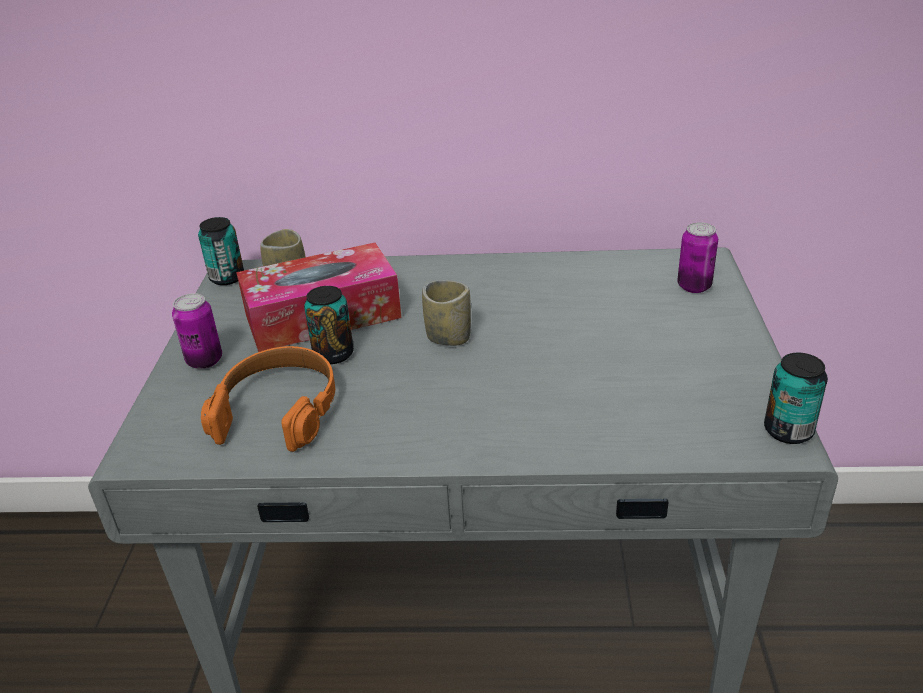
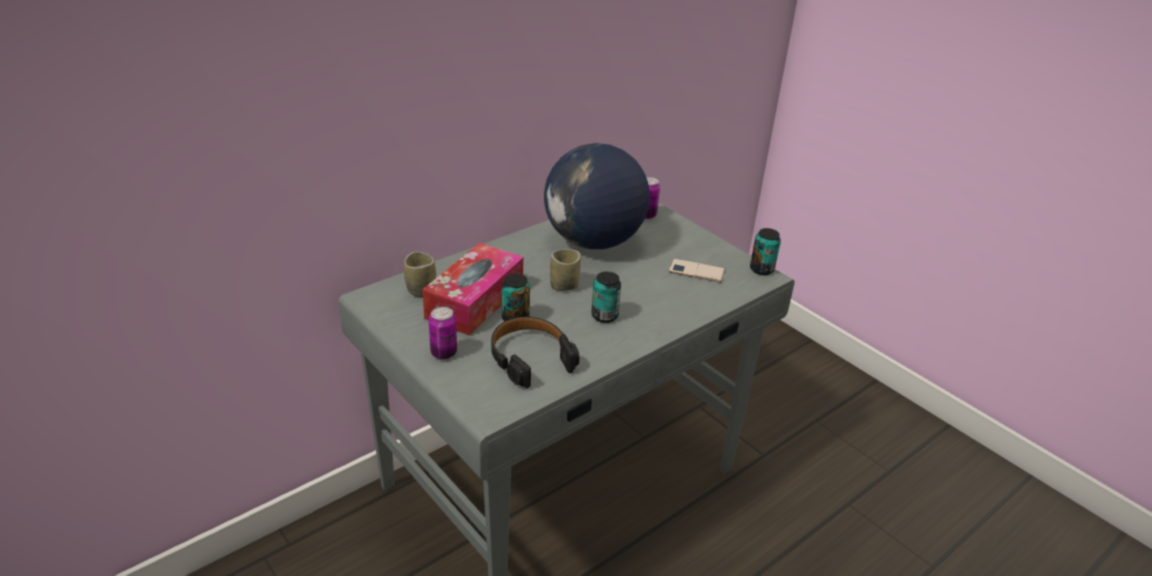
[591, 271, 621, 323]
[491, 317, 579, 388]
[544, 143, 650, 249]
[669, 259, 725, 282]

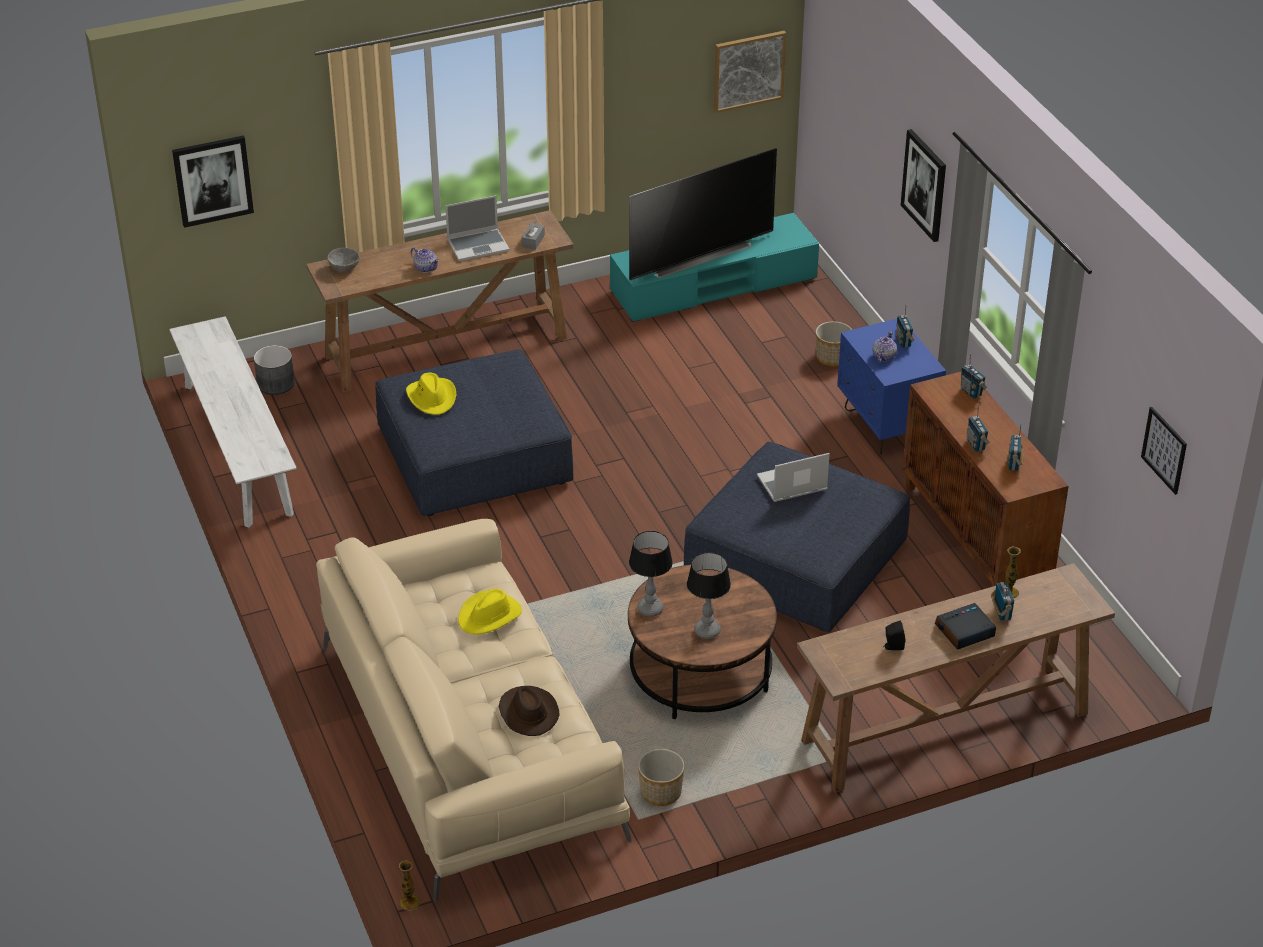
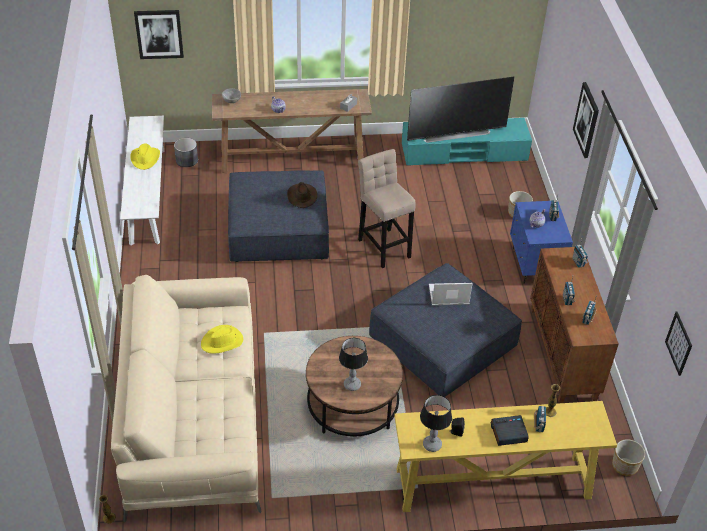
[714, 31, 786, 113] (first image)
[445, 196, 510, 261] (first image)
[130, 144, 160, 170]
[420, 395, 452, 452]
[394, 401, 617, 512]
[287, 182, 317, 208]
[612, 439, 645, 476]
[358, 149, 416, 268]

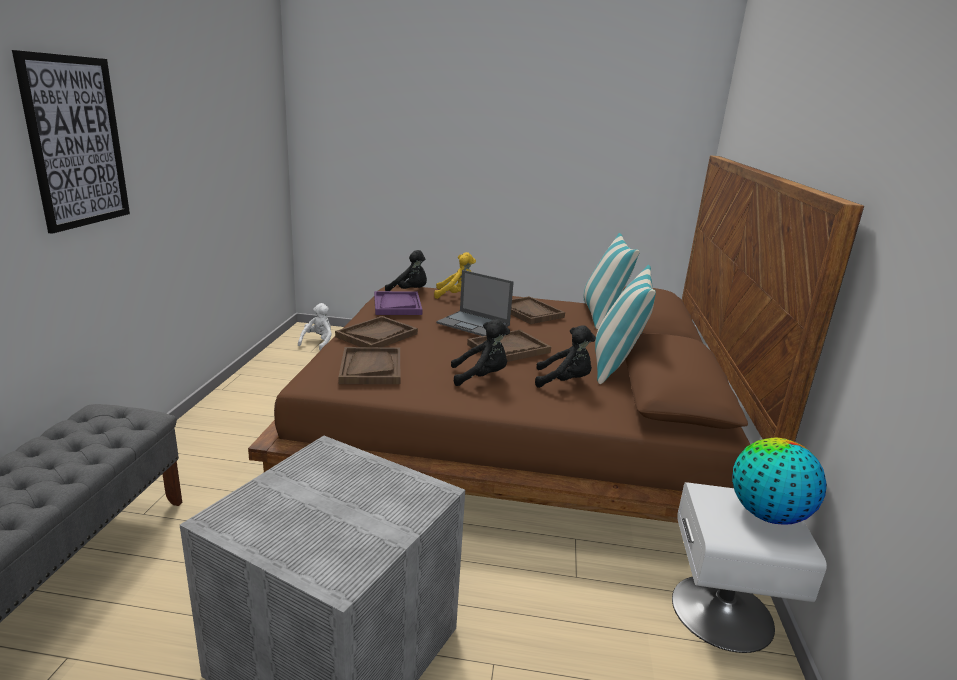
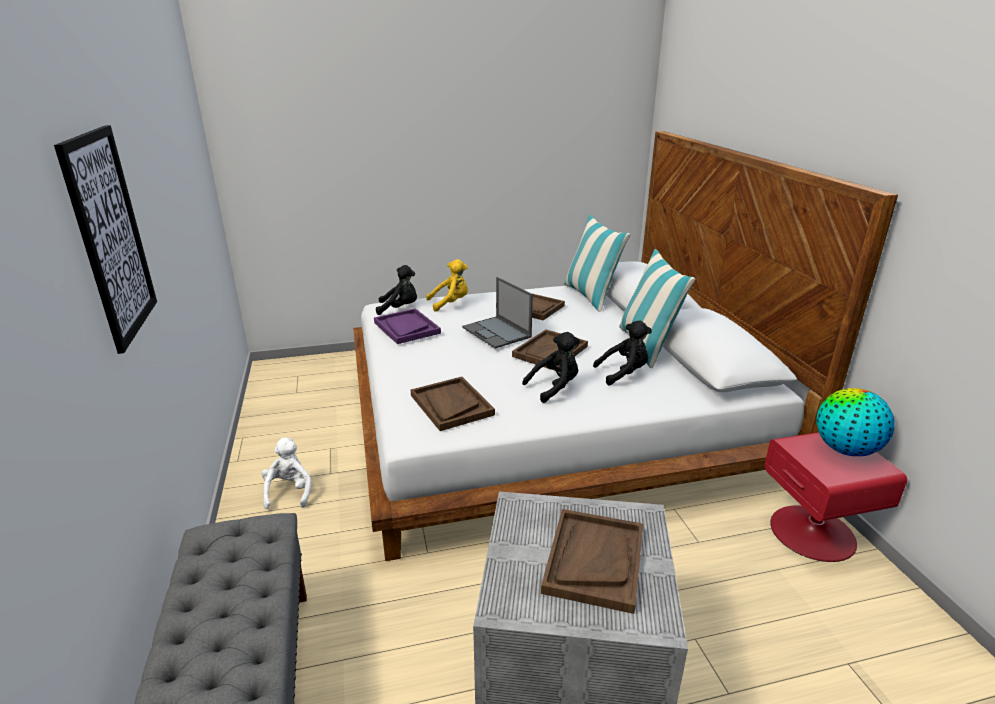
[353, 131, 898, 561]
[462, 277, 533, 349]
[261, 438, 311, 509]
[541, 509, 643, 614]
[765, 432, 907, 562]

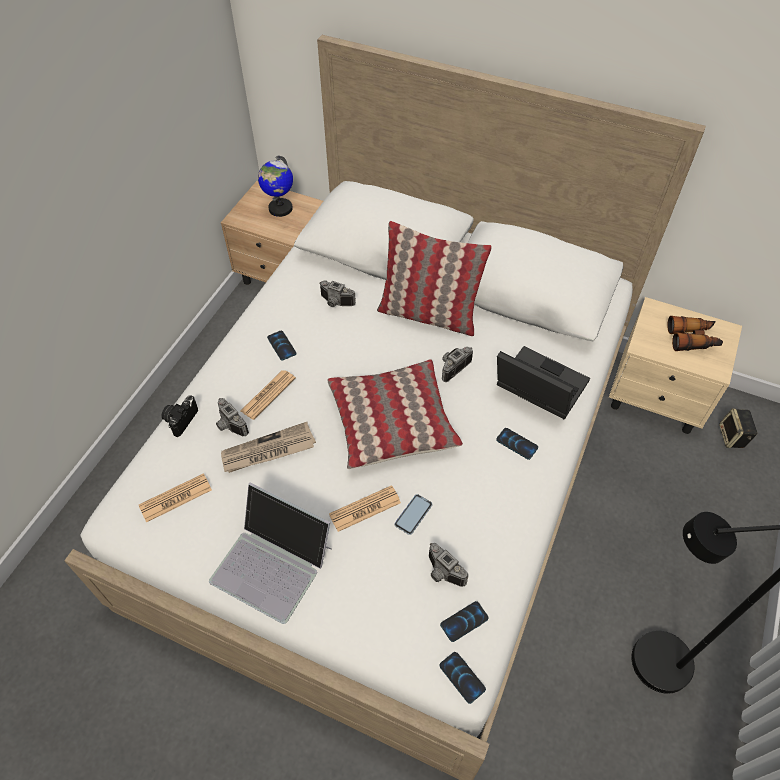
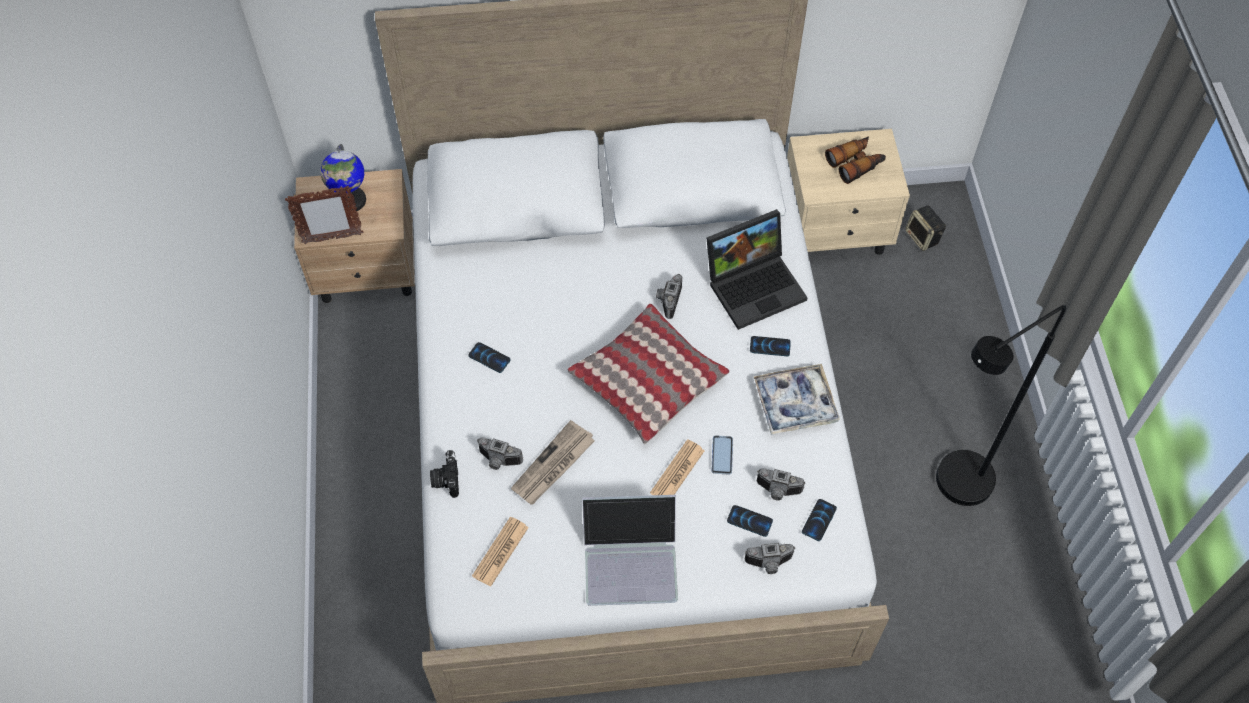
[377, 221, 492, 336] (first image)
[745, 543, 795, 574]
[707, 209, 807, 330]
[241, 370, 296, 420] (first image)
[727, 505, 773, 537]
[285, 186, 364, 244]
[754, 364, 840, 435]

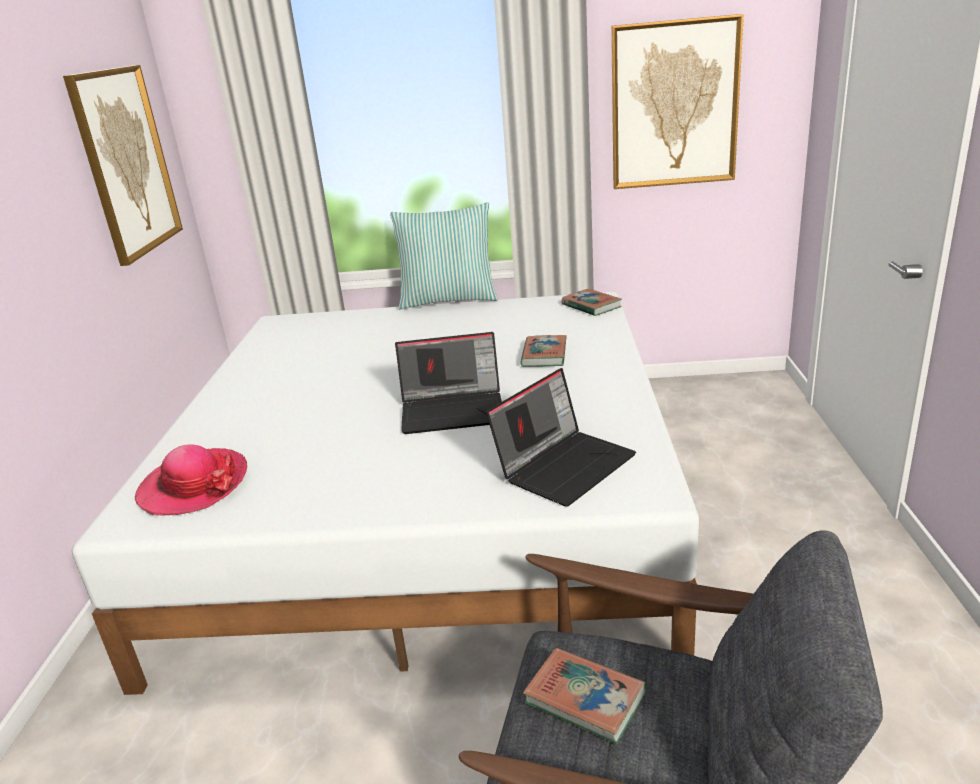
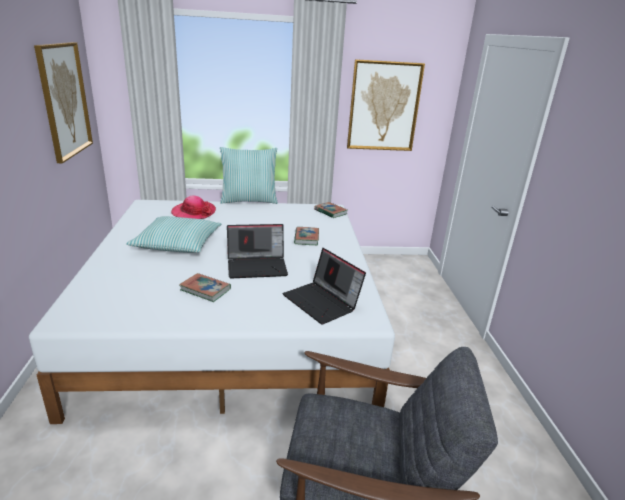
[283, 248, 366, 324]
[171, 196, 216, 219]
[179, 273, 231, 302]
[126, 216, 222, 253]

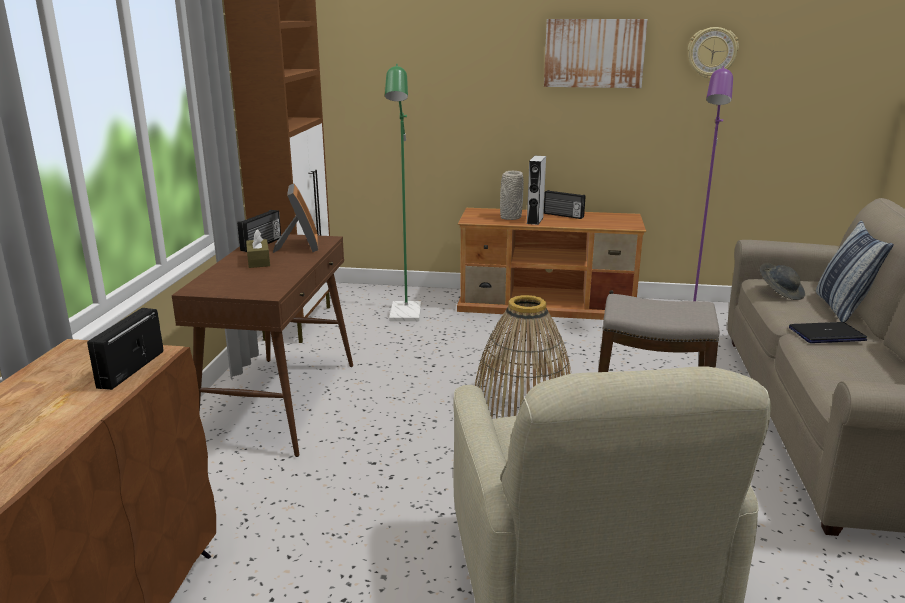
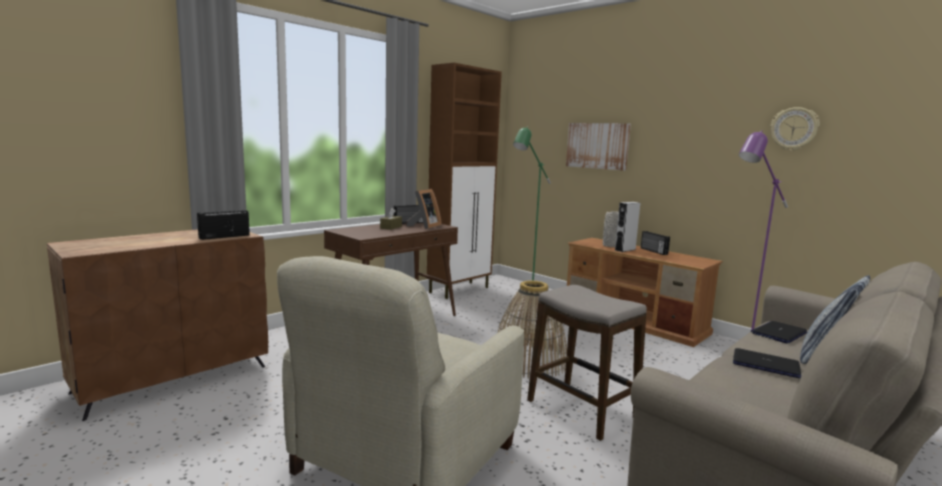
[566, 123, 631, 171]
[751, 321, 807, 343]

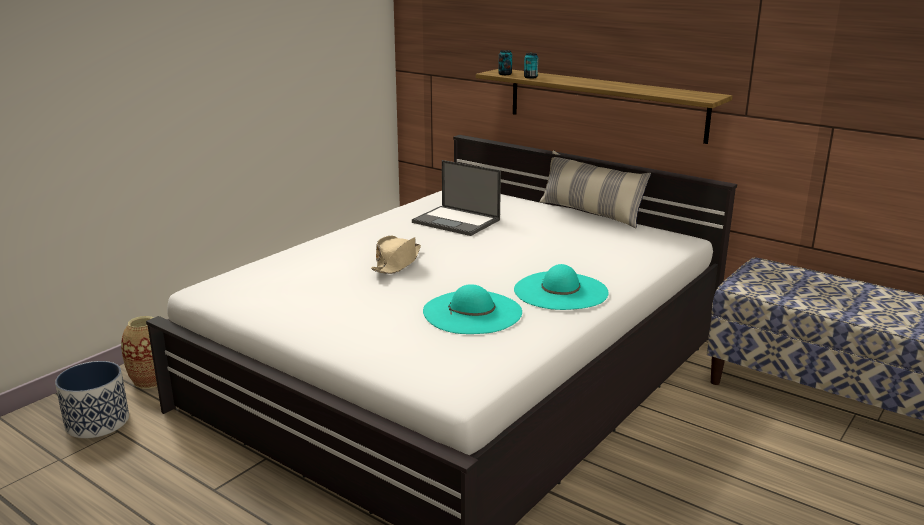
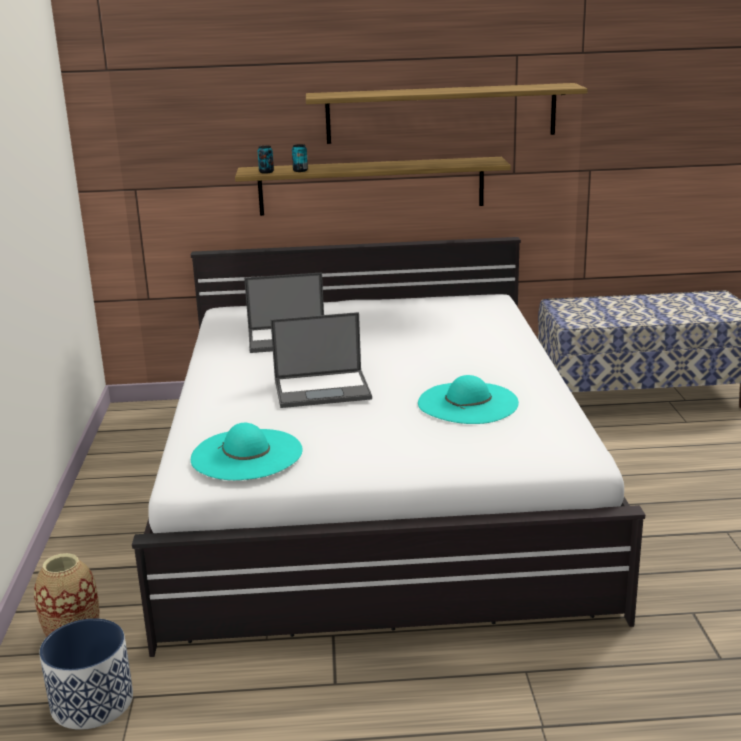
[539, 150, 651, 228] (first image)
[271, 312, 372, 408]
[191, 423, 303, 480]
[306, 83, 588, 144]

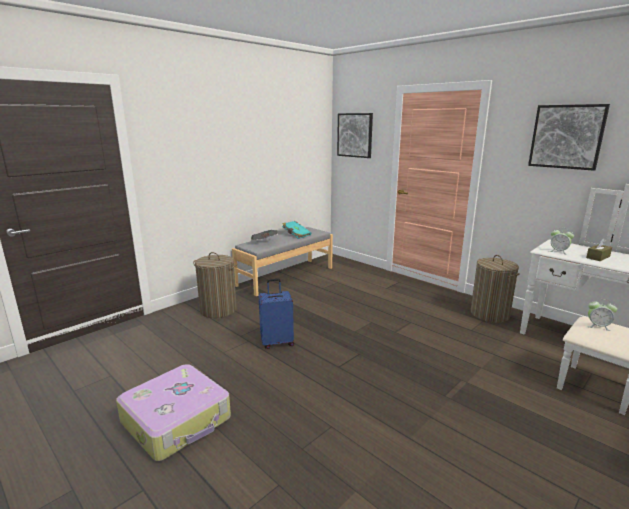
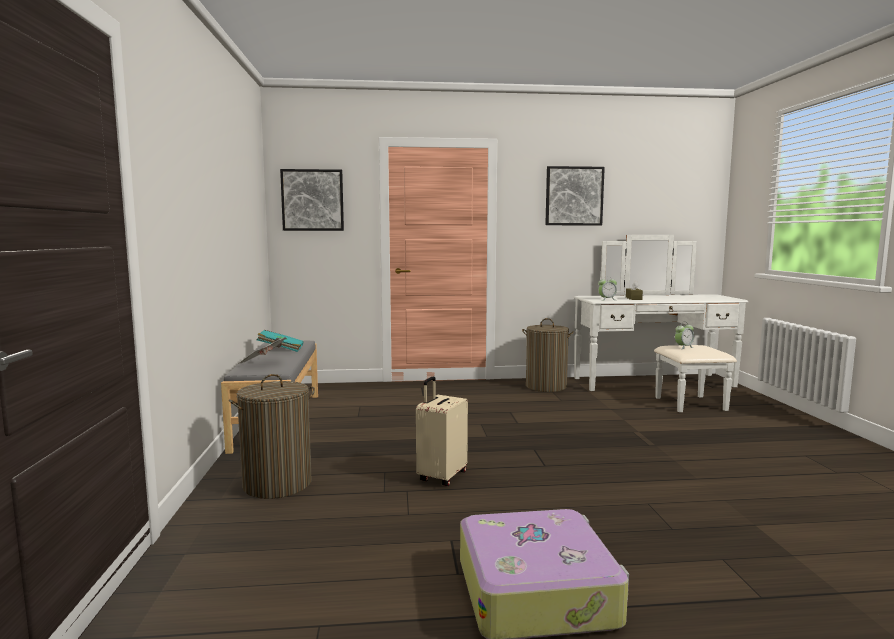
[416, 376, 468, 486]

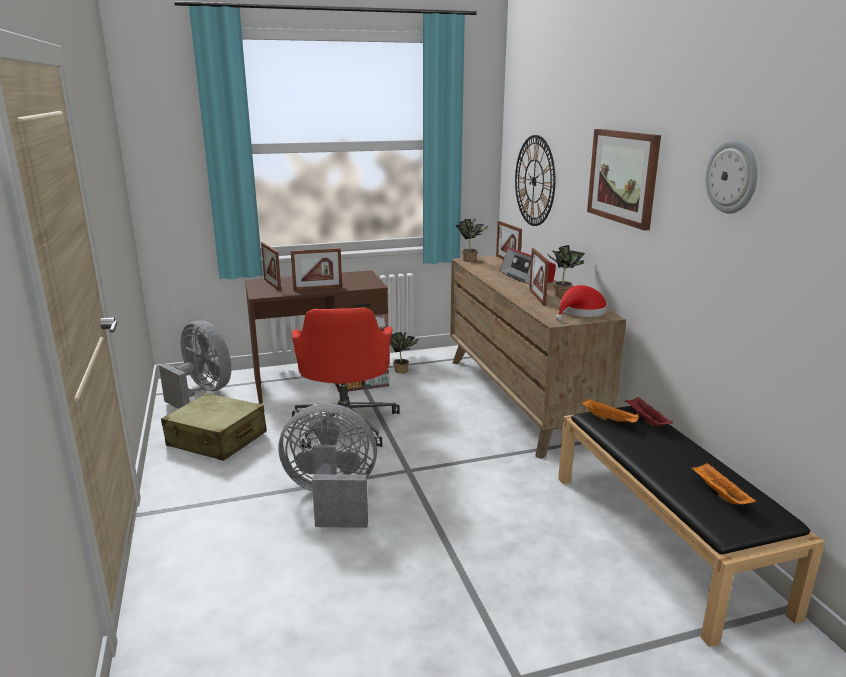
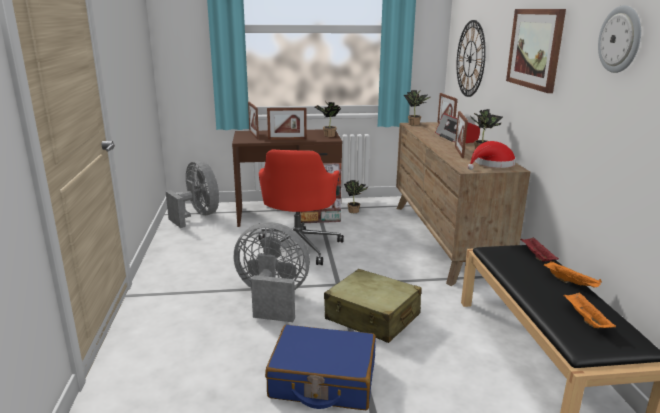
[324, 269, 422, 343]
[544, 261, 602, 288]
[315, 101, 341, 137]
[265, 325, 376, 410]

